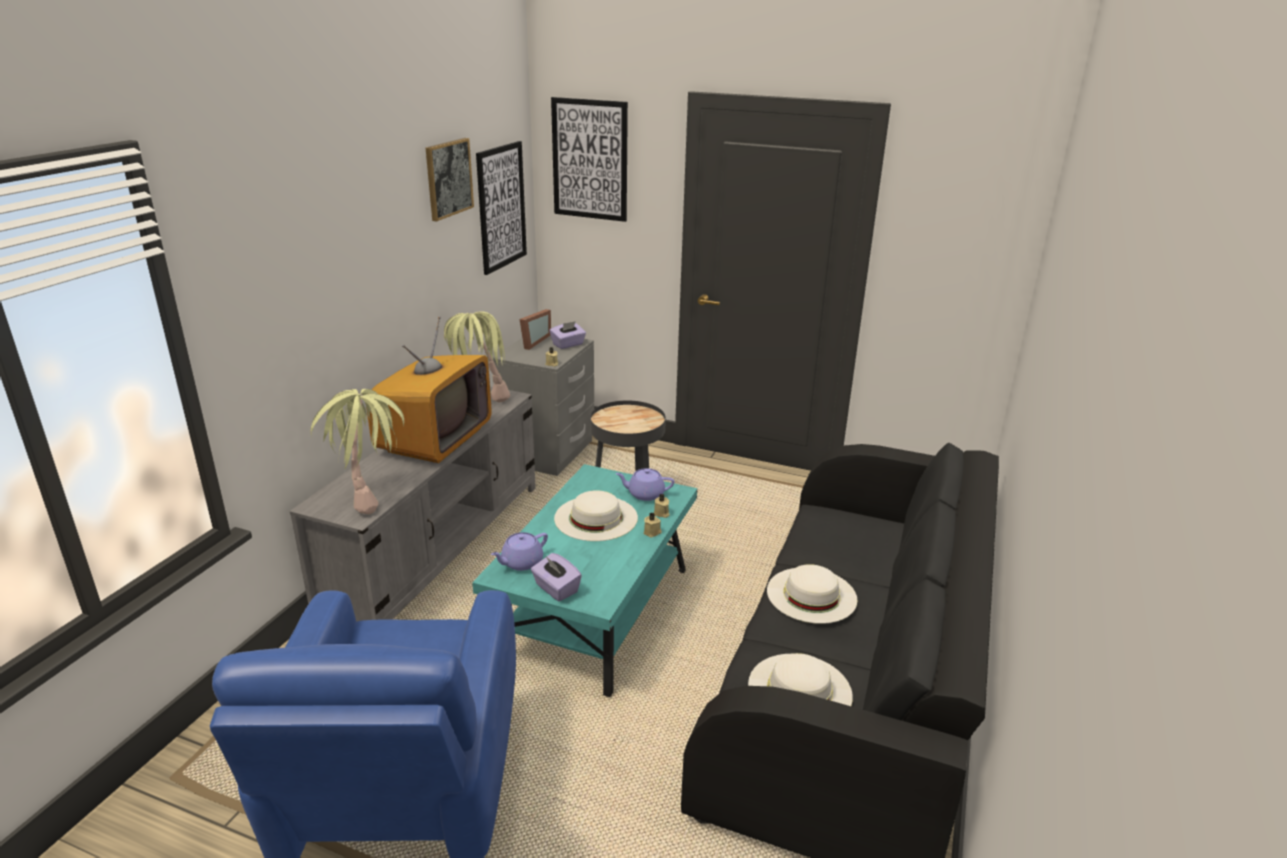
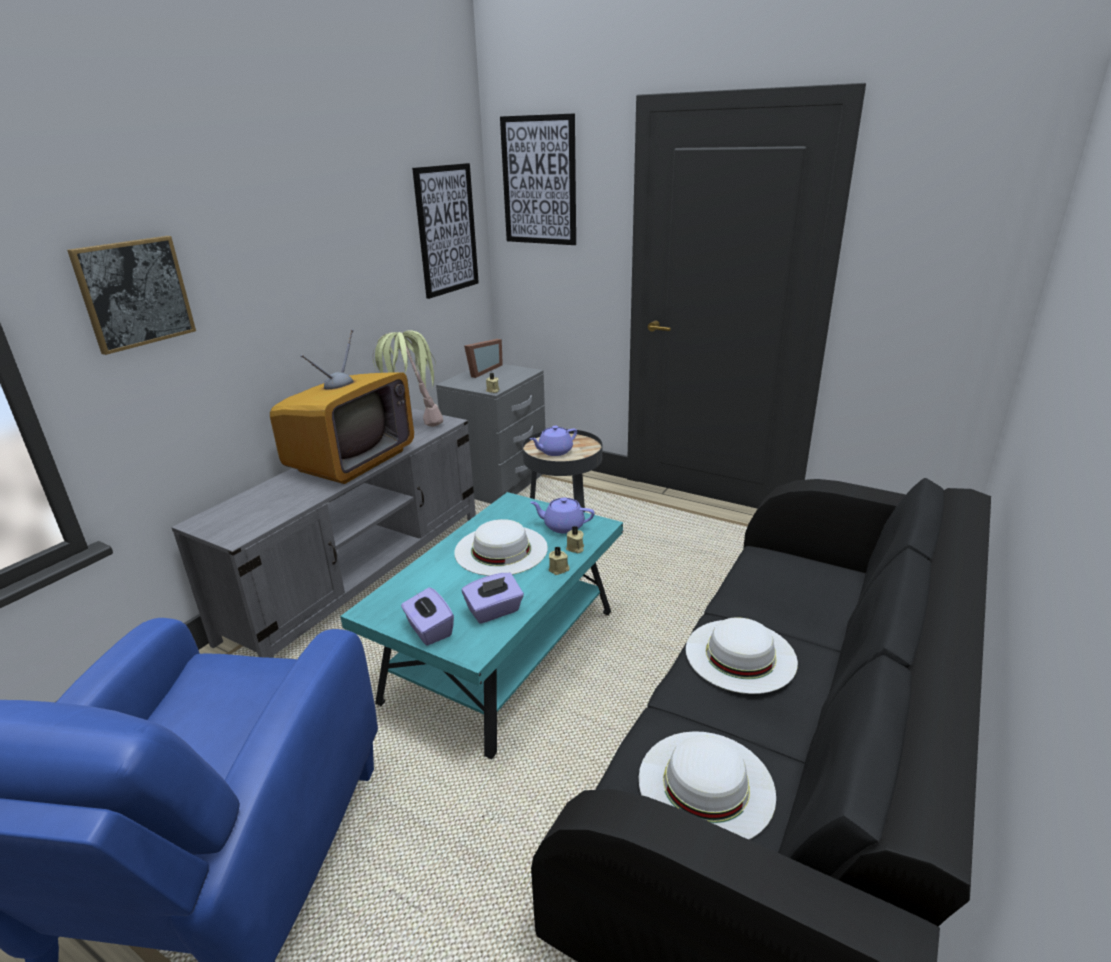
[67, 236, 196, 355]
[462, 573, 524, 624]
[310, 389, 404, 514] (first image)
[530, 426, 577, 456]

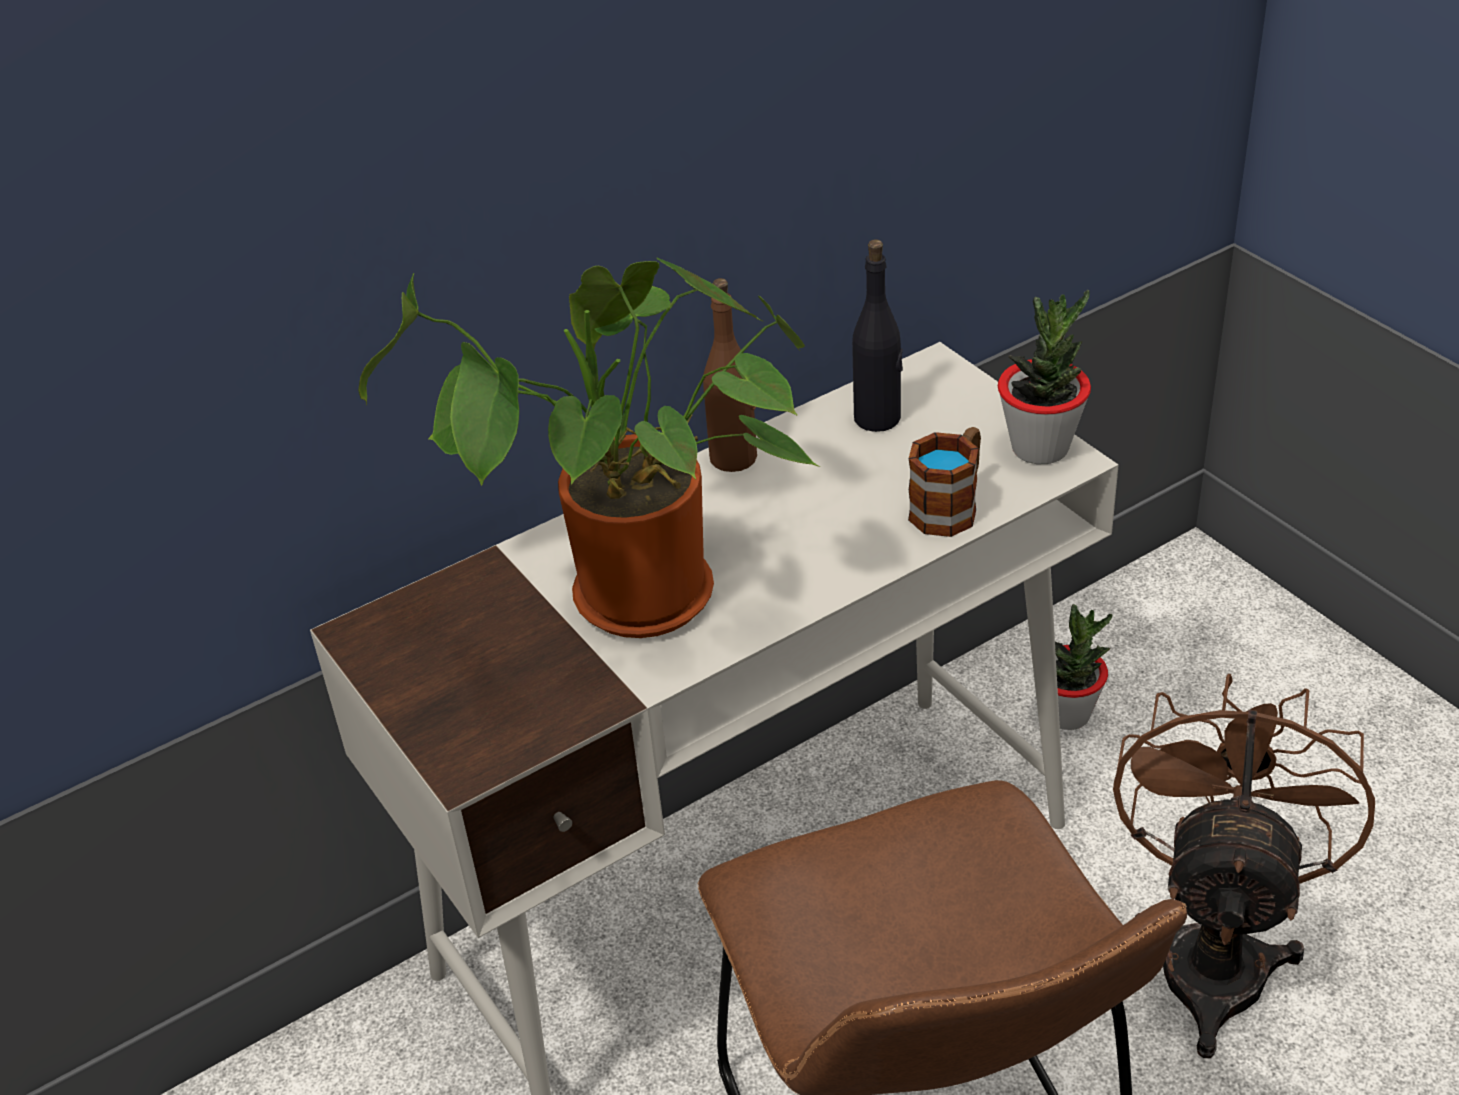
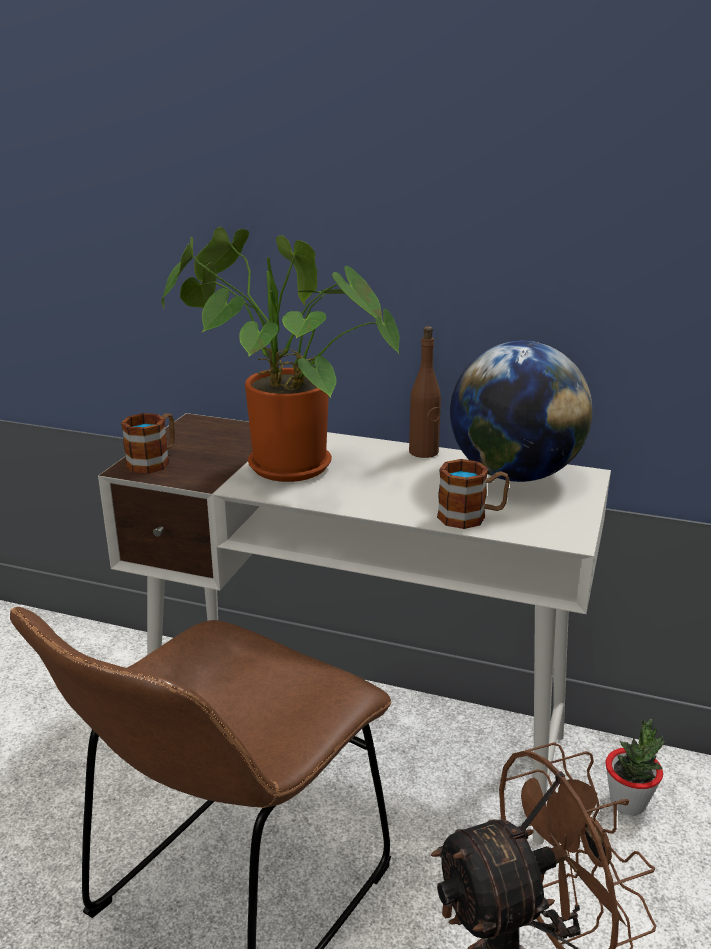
[450, 341, 592, 482]
[998, 290, 1091, 464] (first image)
[121, 413, 175, 474]

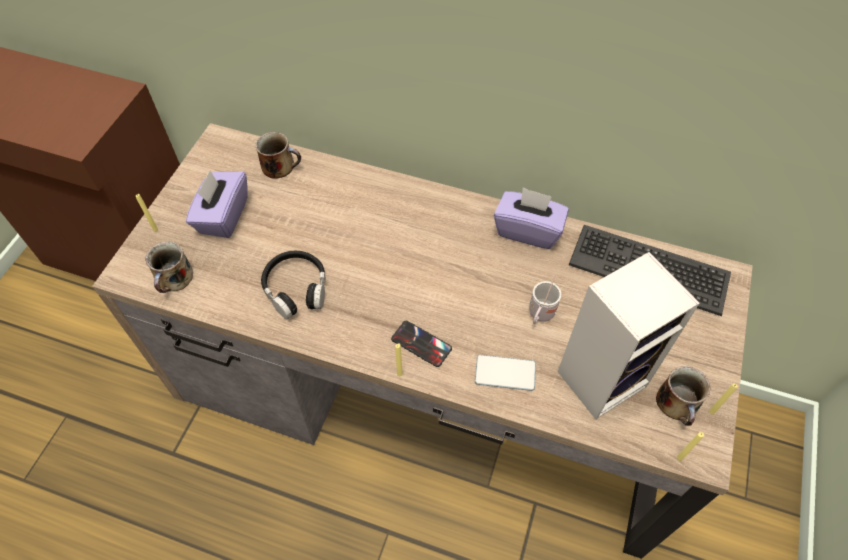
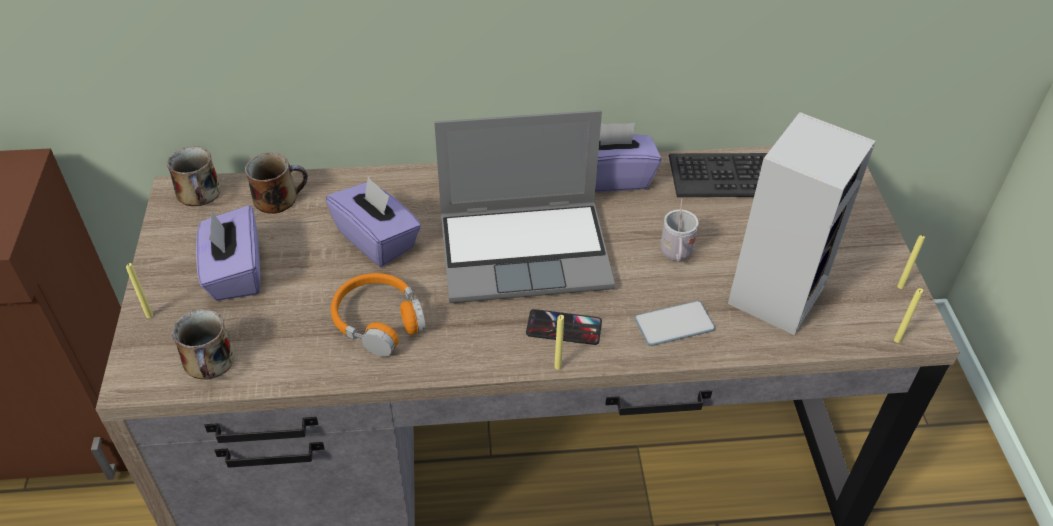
[331, 273, 426, 357]
[167, 146, 221, 206]
[434, 110, 615, 303]
[326, 176, 421, 267]

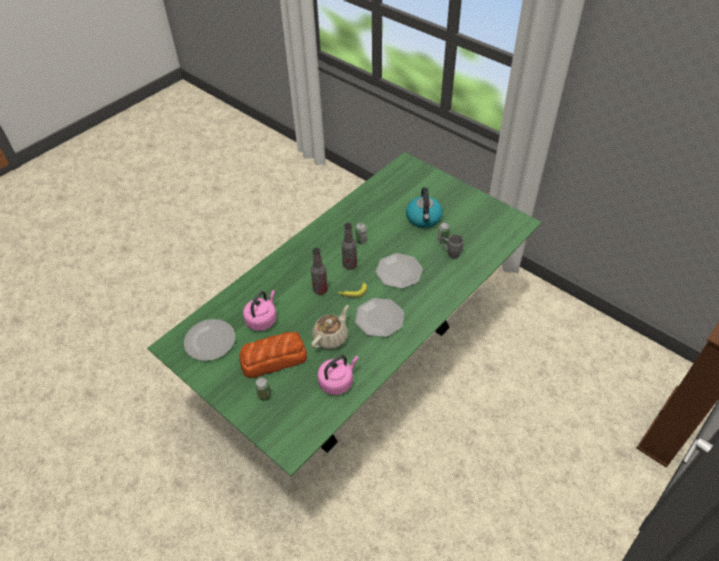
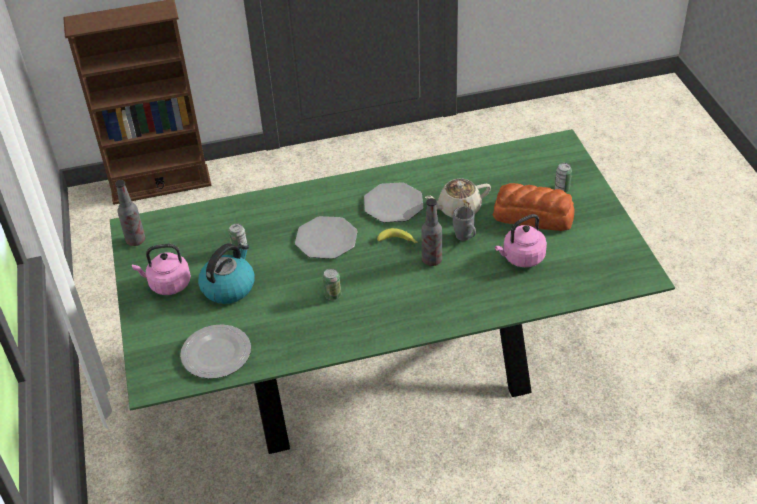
[115, 180, 145, 246]
[453, 206, 476, 241]
[180, 324, 251, 379]
[132, 244, 191, 295]

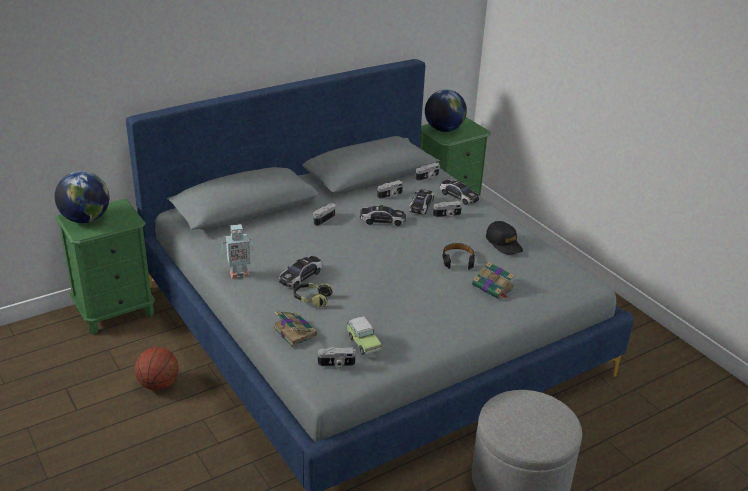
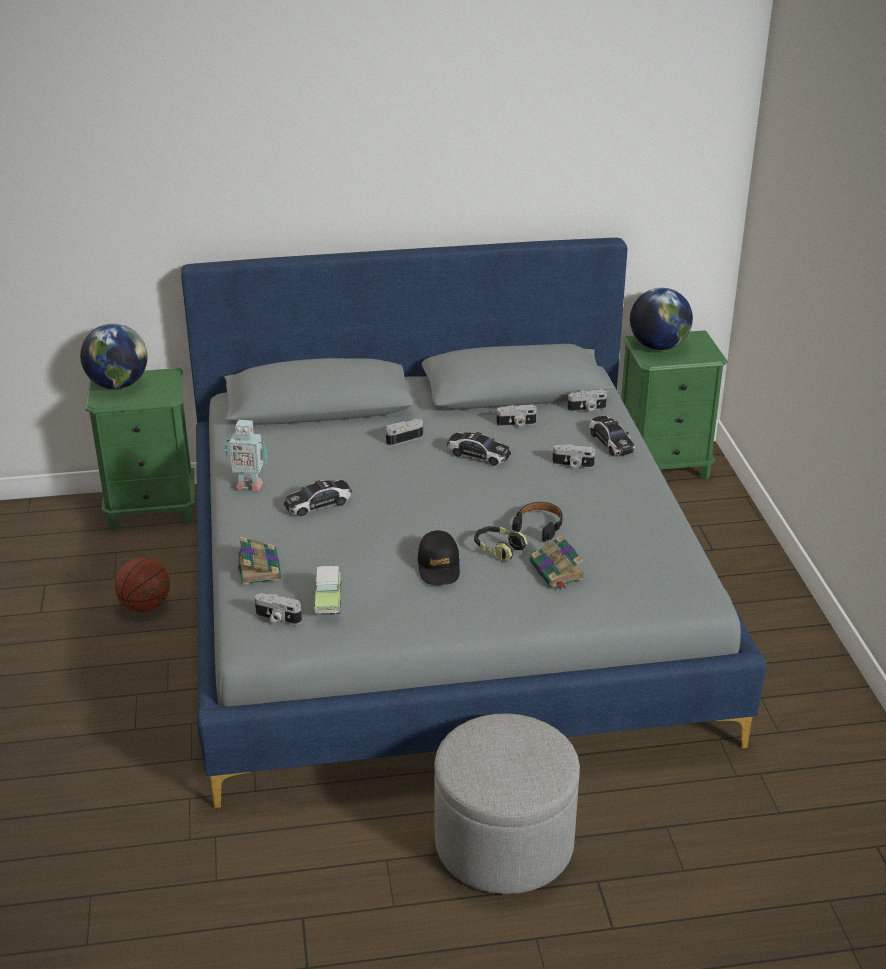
[409, 189, 434, 214] (first image)
[418, 530, 460, 585]
[474, 526, 527, 561]

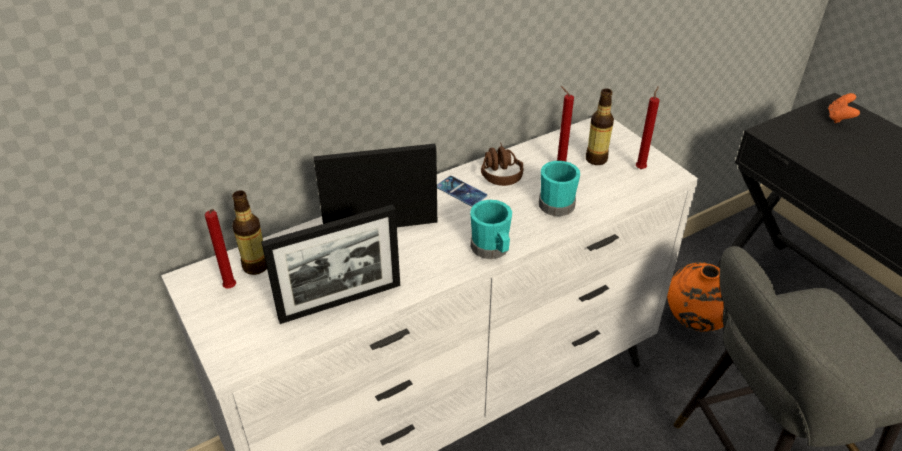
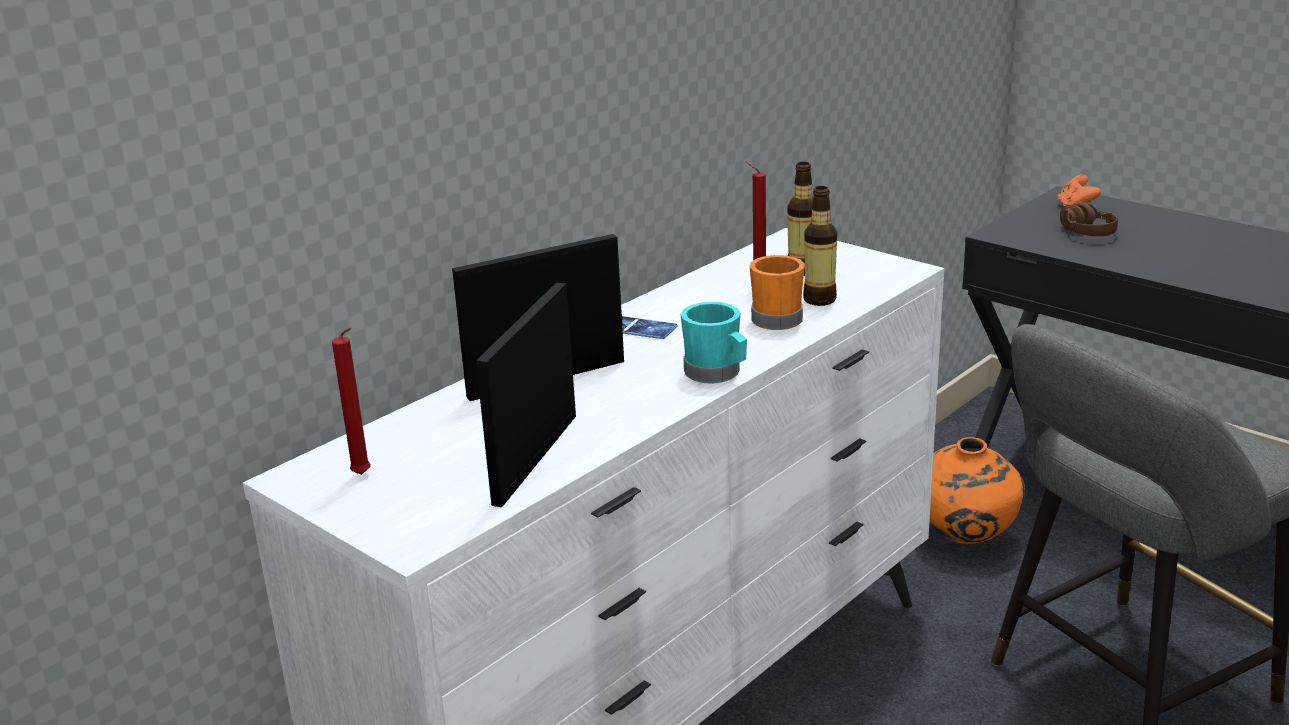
[636, 86, 659, 169] (first image)
[1060, 202, 1118, 236]
[750, 255, 805, 330]
[803, 186, 837, 306]
[476, 283, 576, 507]

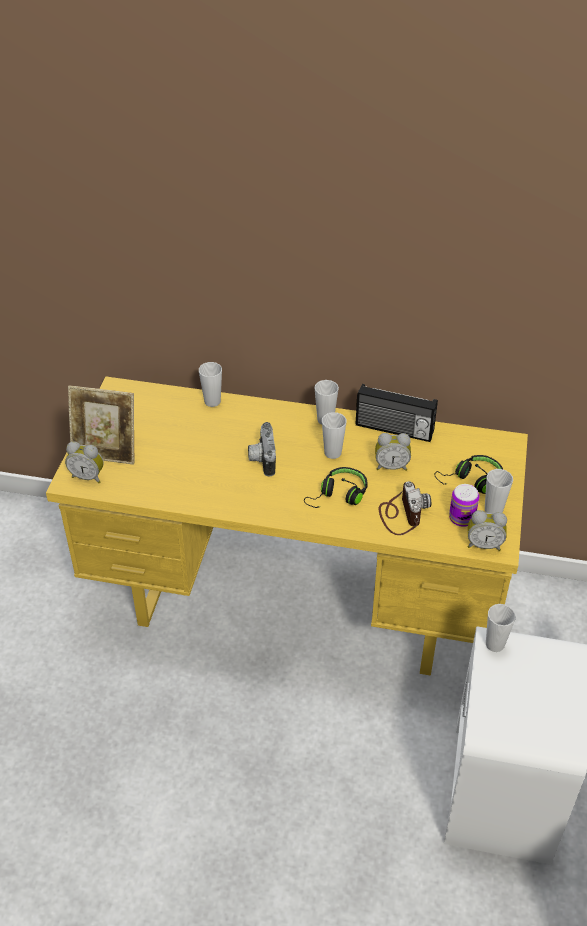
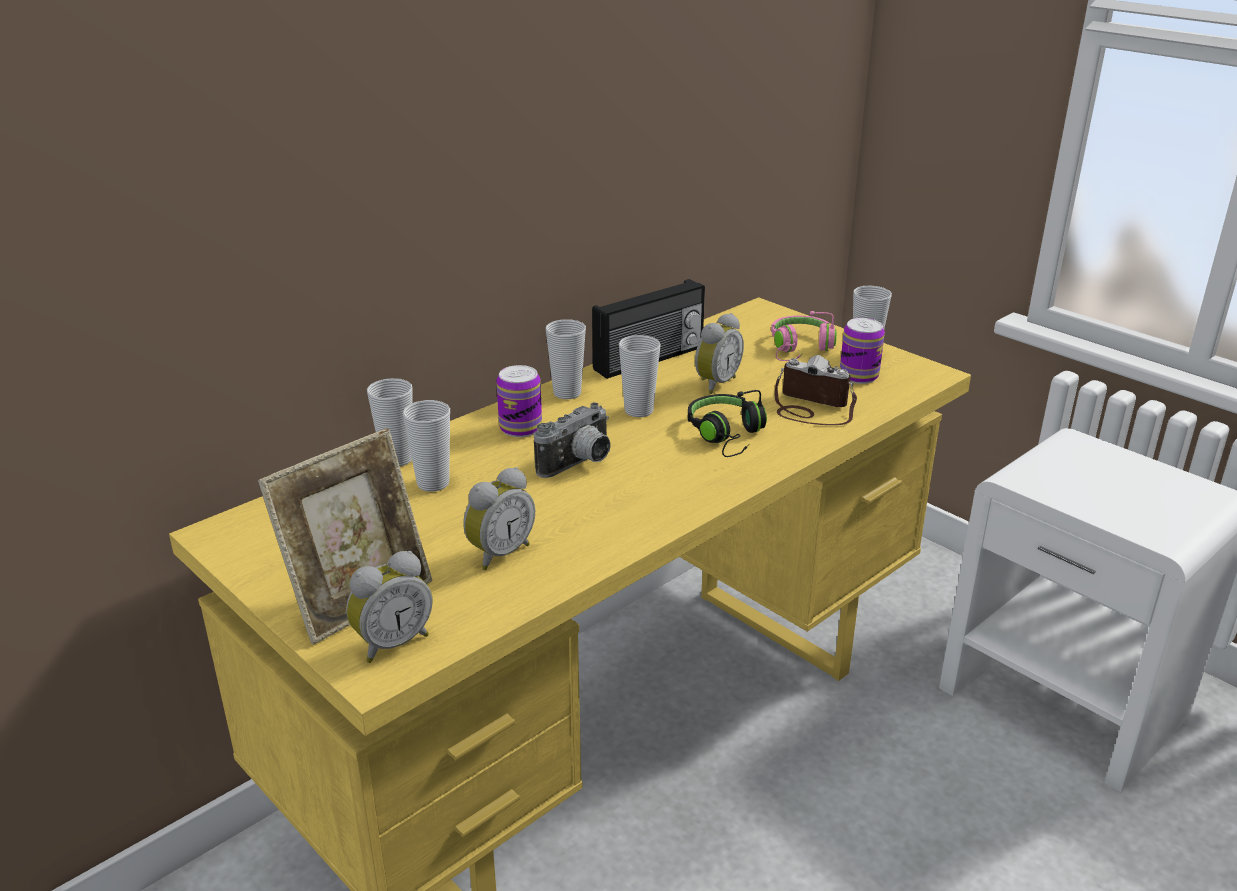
[534, 402, 611, 478]
[771, 311, 837, 361]
[463, 467, 535, 570]
[403, 400, 450, 492]
[496, 365, 542, 437]

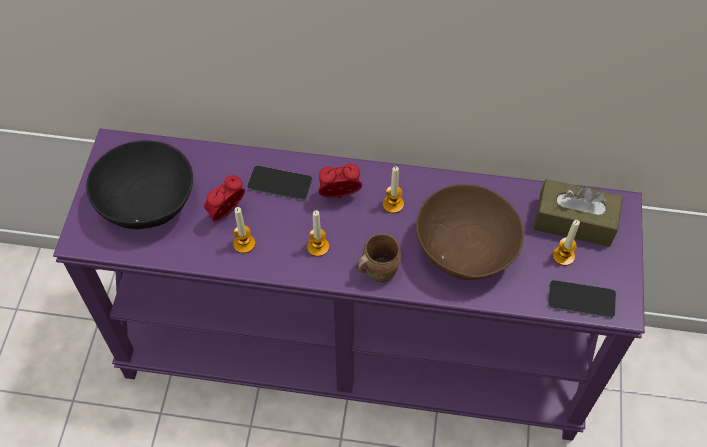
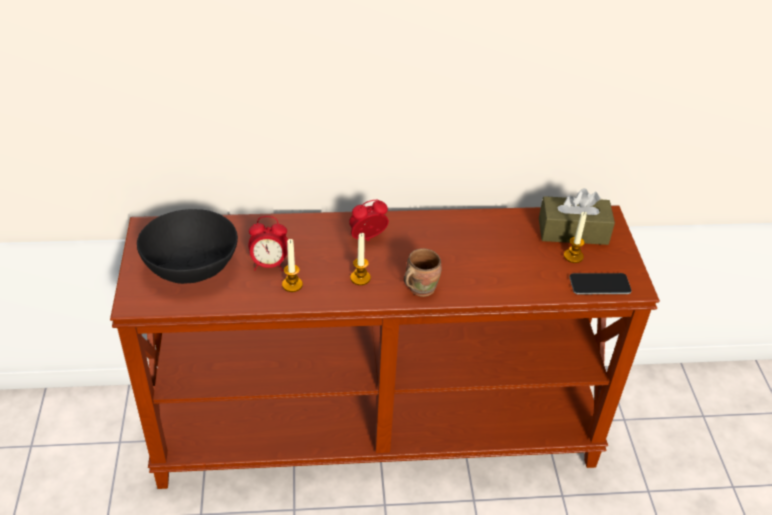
[110, 205, 660, 489]
[247, 166, 312, 200] (first image)
[383, 167, 404, 213] (first image)
[248, 216, 288, 271]
[416, 184, 524, 280] (first image)

